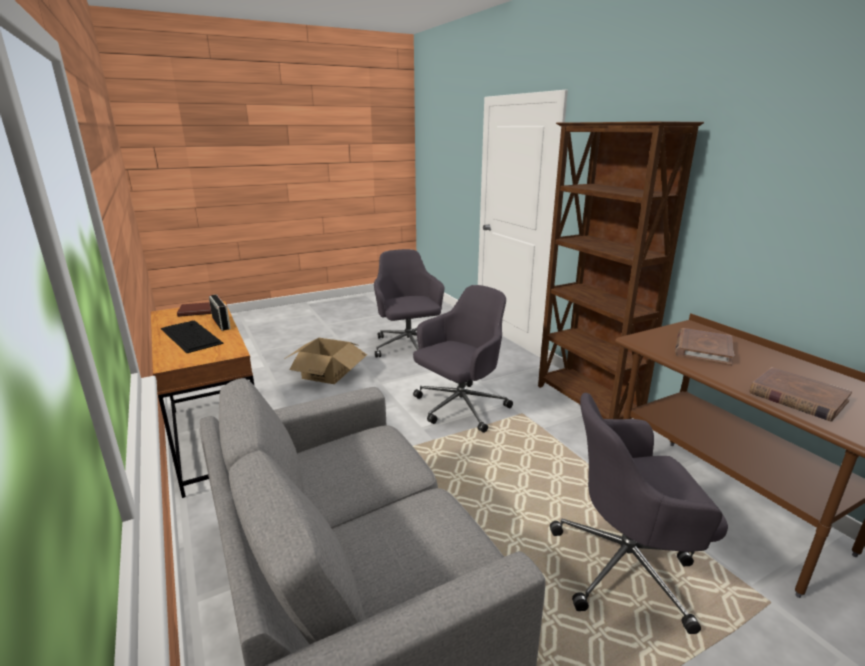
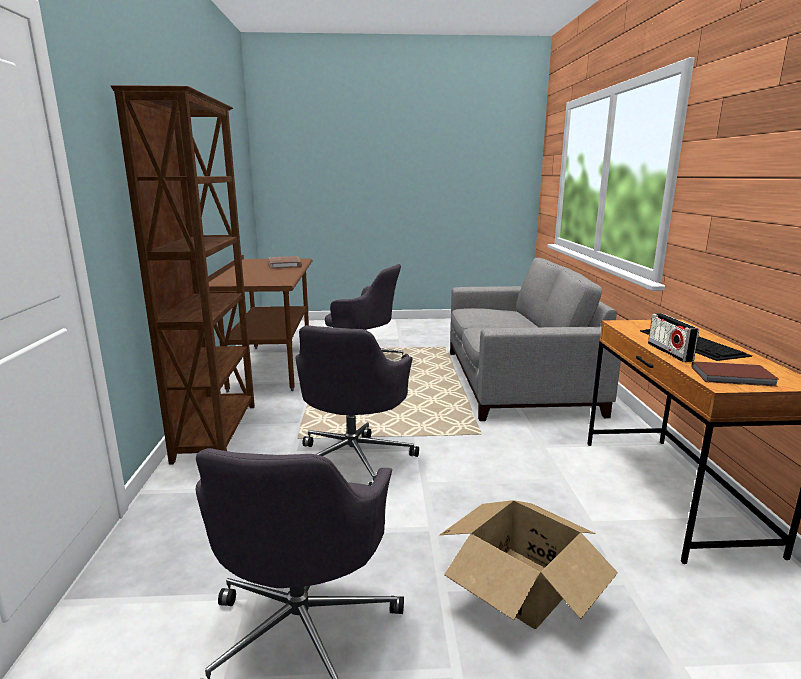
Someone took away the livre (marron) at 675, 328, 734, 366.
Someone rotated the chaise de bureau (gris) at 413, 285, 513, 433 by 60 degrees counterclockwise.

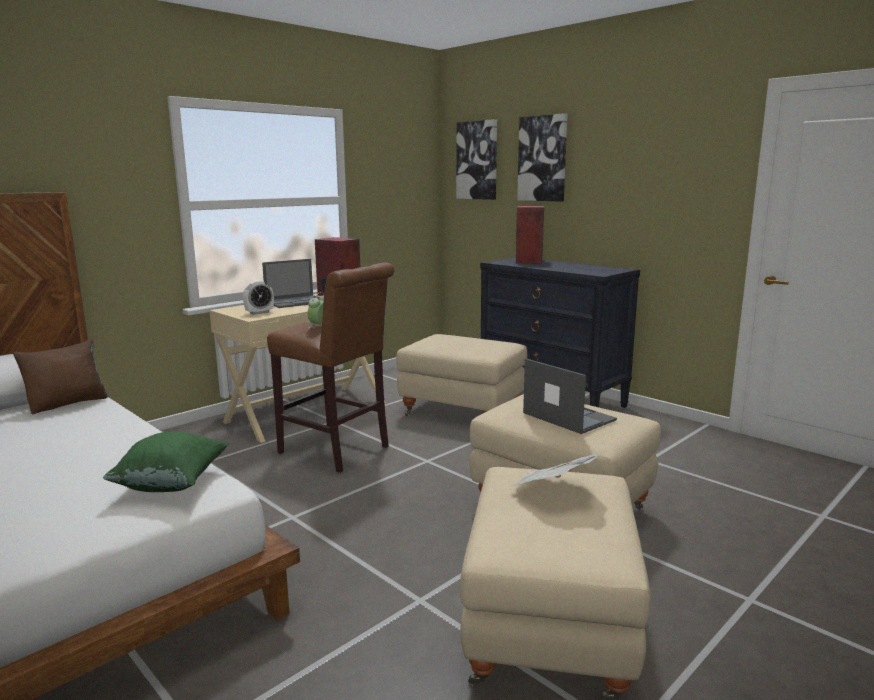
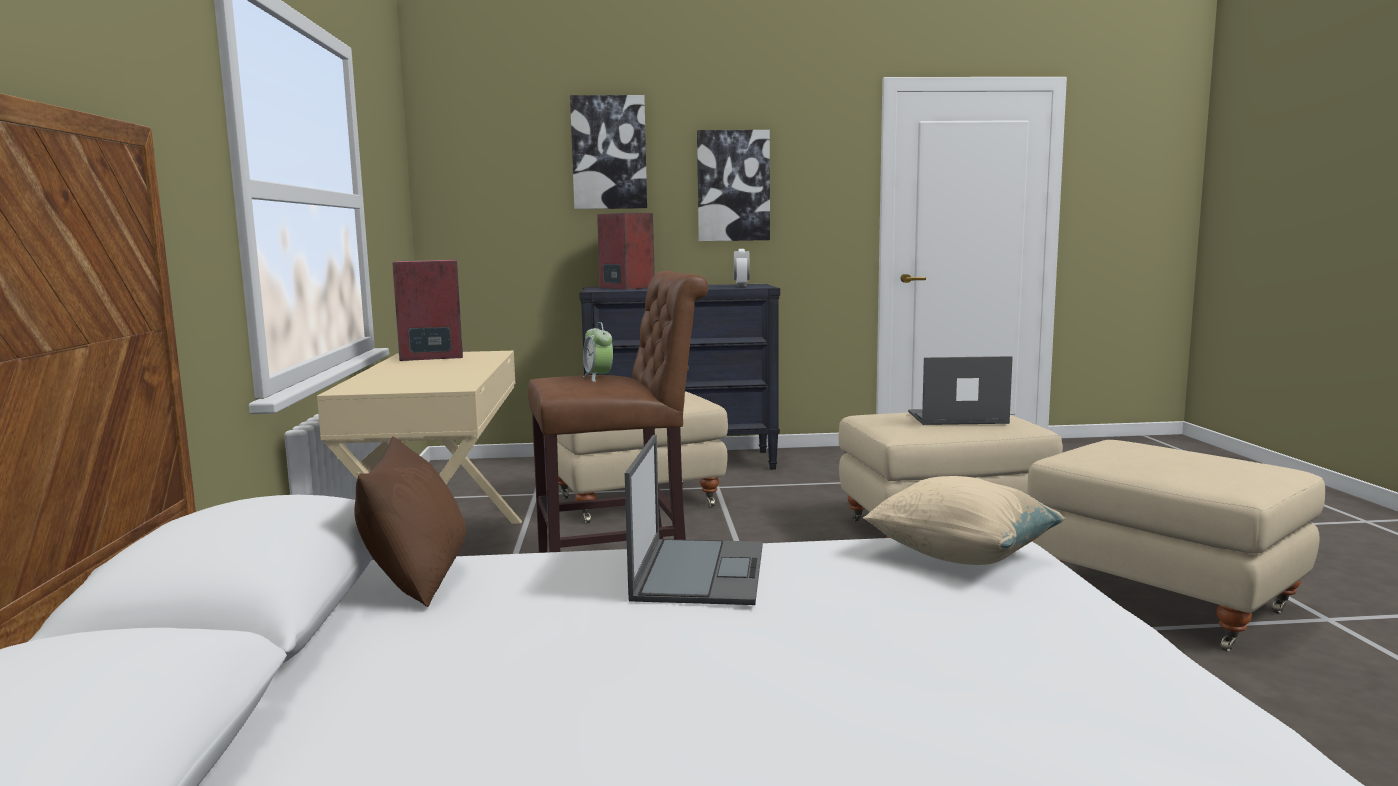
Someone took away the journal at 510, 453, 597, 487.
Someone carried the réveil from 243, 281, 274, 315 to 733, 249, 750, 287.
Someone carried the ordinateur portable from 262, 259, 319, 308 to 625, 435, 763, 605.
Someone carried the tableau from 456, 119, 497, 200 to 697, 130, 770, 241.
Someone repainted the coussin (vert) at 103, 431, 229, 492, which became the coussin (beige) at 863, 476, 1066, 565.

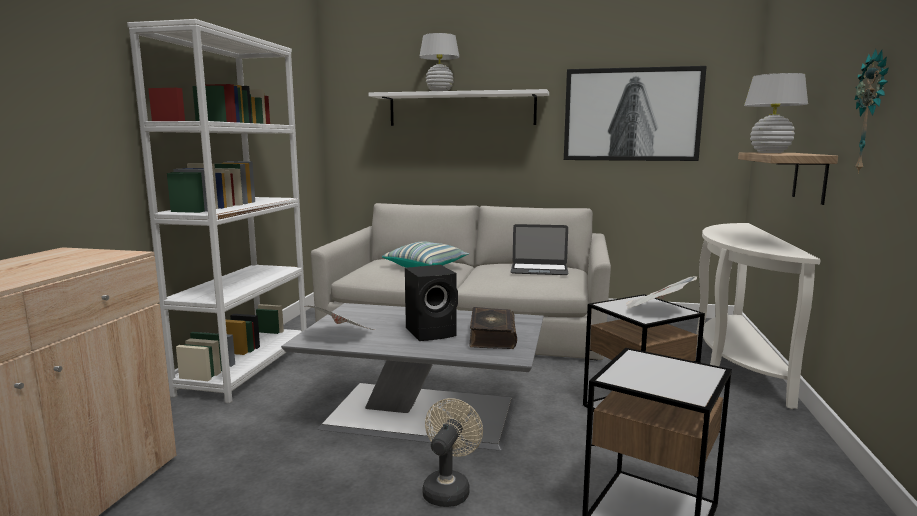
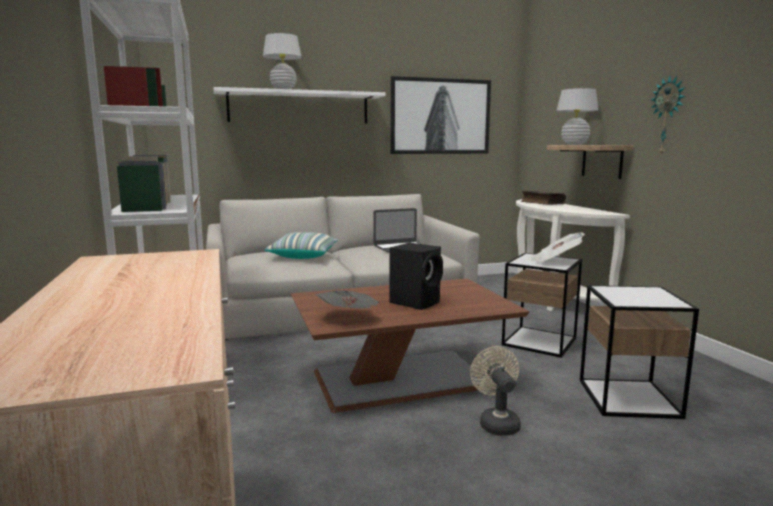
Someone carried the livre from 469, 307, 517, 349 to 521, 191, 566, 205.
Someone repainted the table basse (gris) at 281, 303, 544, 451, which became the table basse (marron) at 291, 279, 529, 413.

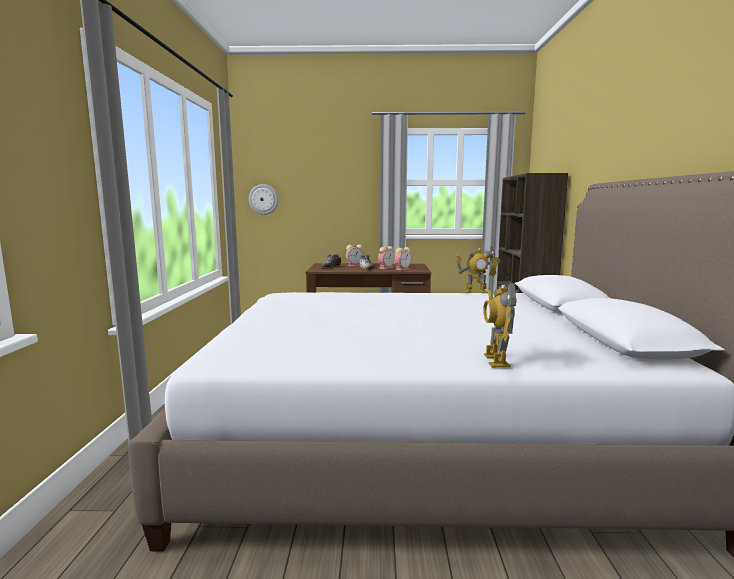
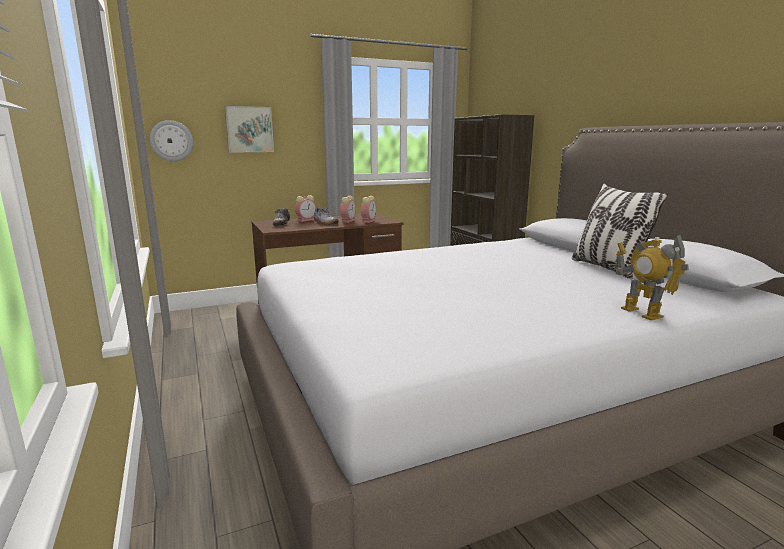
Someone took away the robot jouet at 456, 245, 500, 293.
Someone put up the tableau at 225, 106, 274, 153.
Someone put down the coussin at 572, 183, 668, 279.

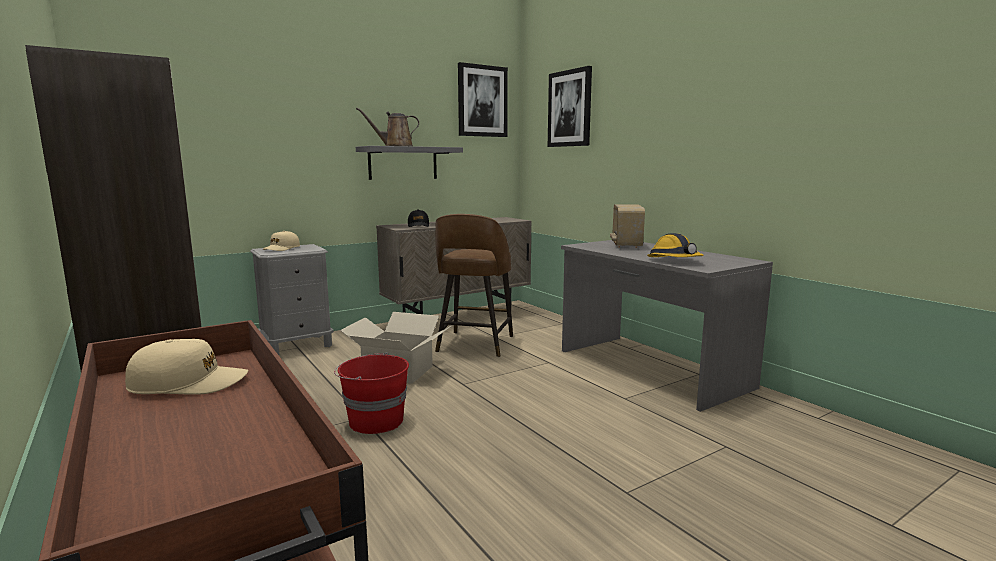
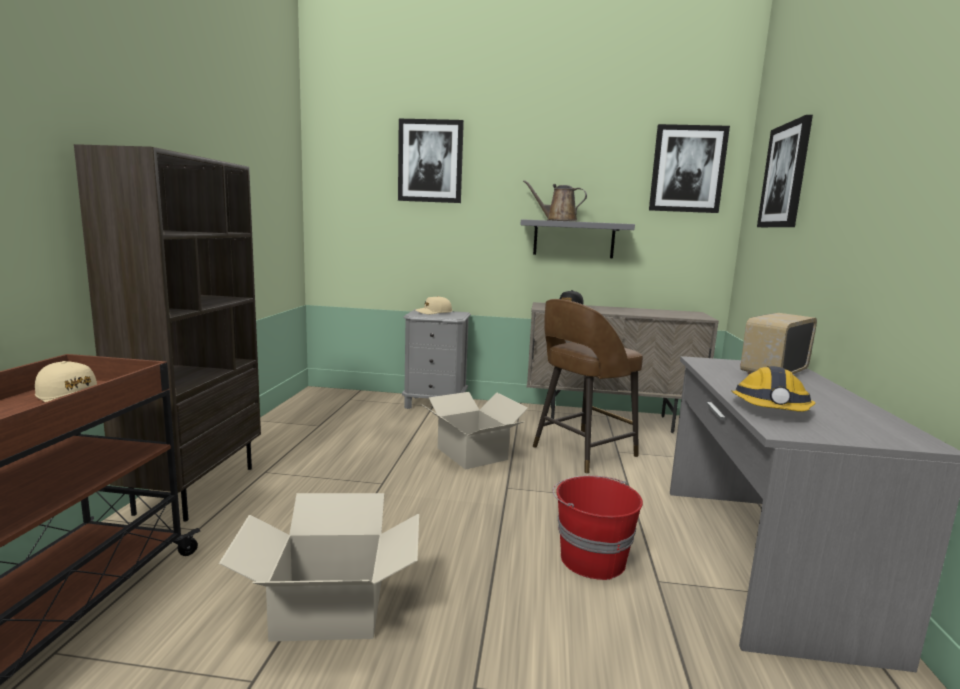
Someone put down the carton at 219, 493, 419, 642.
Someone put up the tableau at 398, 119, 464, 203.
Someone carried the seau (rouge) from 334, 352, 409, 434 to 553, 476, 643, 580.

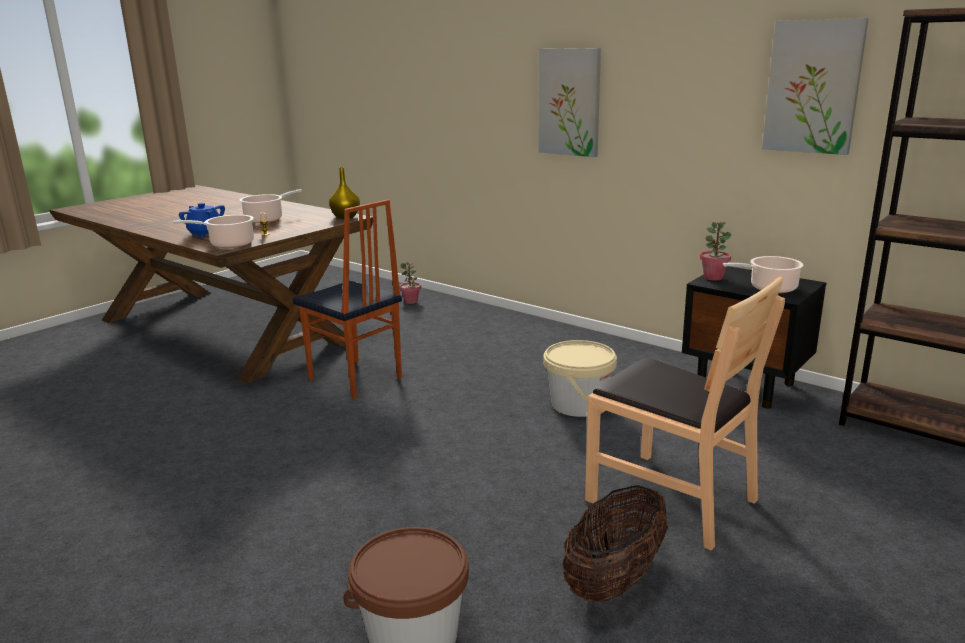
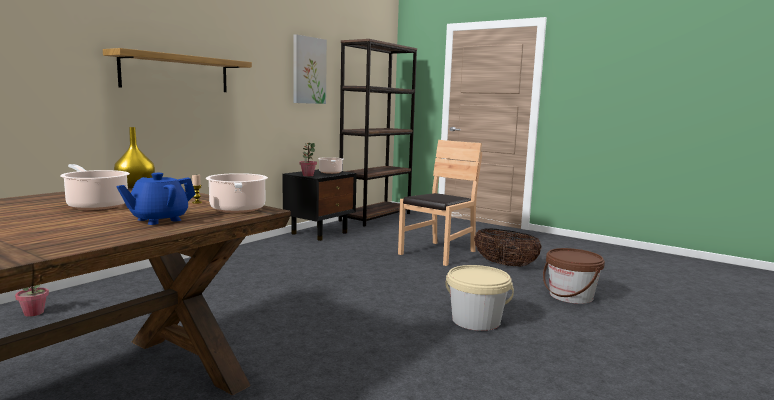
Someone took away the chaise at 293, 200, 402, 399.
Someone carried the seau (beige) from 543, 340, 617, 417 to 445, 265, 514, 331.
Someone swapped the tableau at 538, 48, 601, 157 for the étagère at 103, 48, 252, 92.

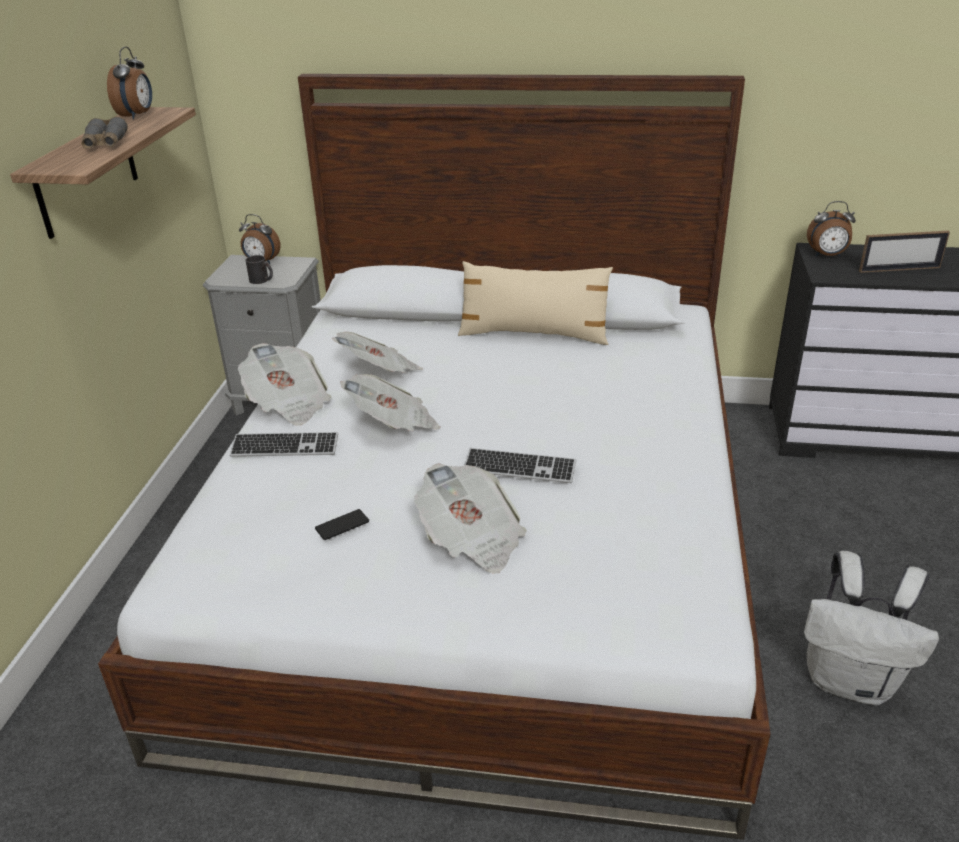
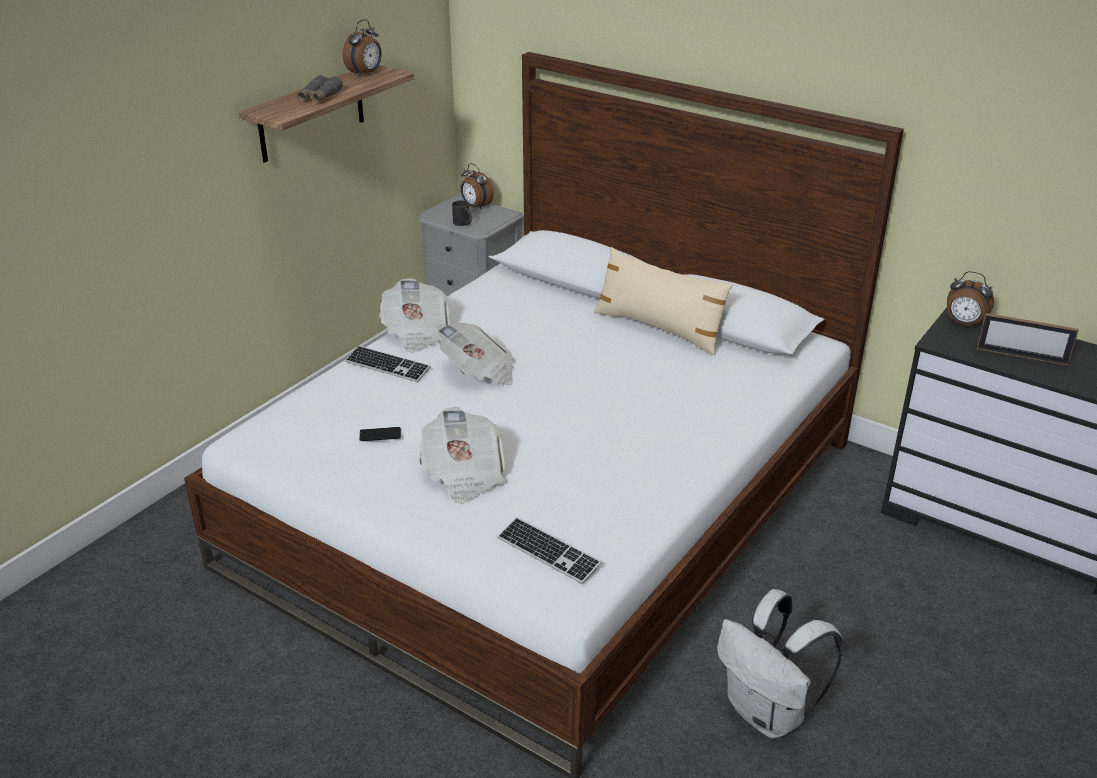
Someone took away the journal at 331, 332, 423, 373.
Someone carried the clavier from 465, 448, 576, 483 to 497, 517, 602, 584.

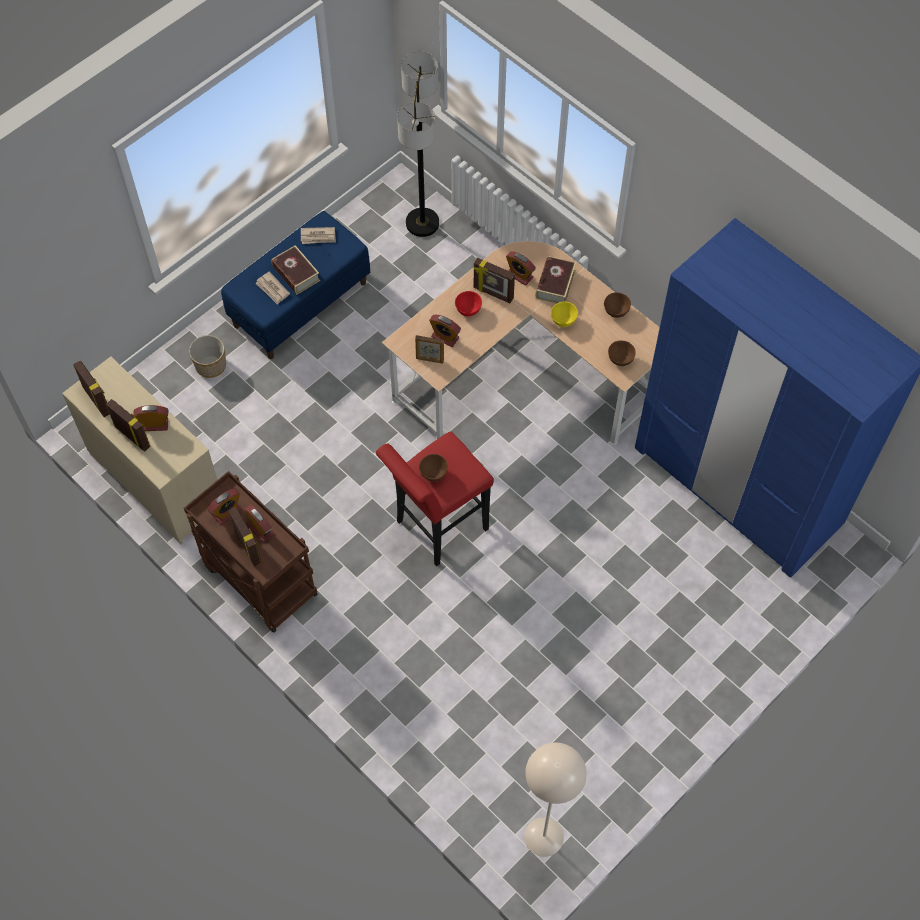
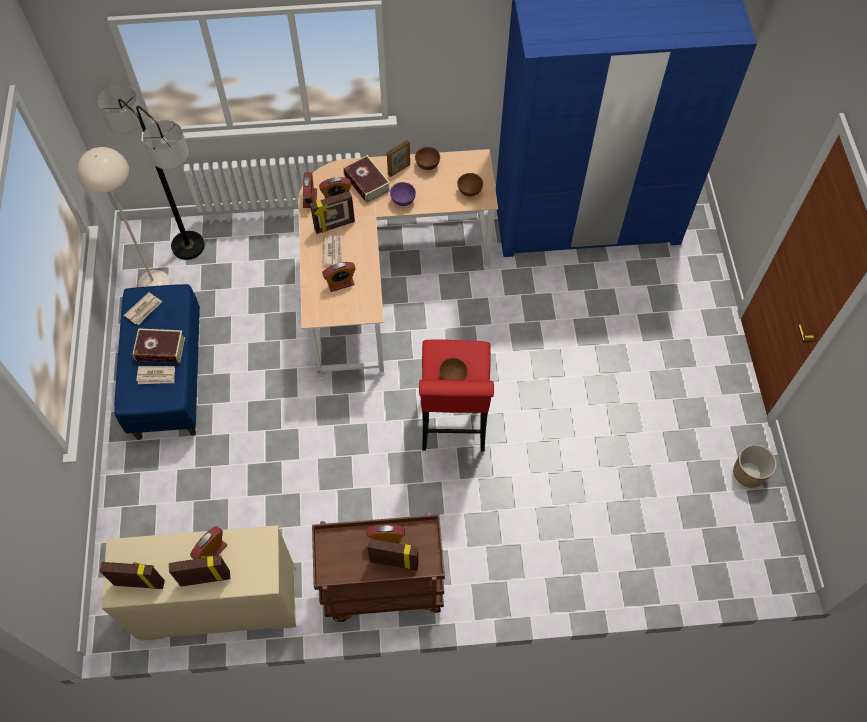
Someone carried the cache-pot from 189, 335, 226, 378 to 733, 444, 777, 488.
Someone carried the réveil from 207, 488, 242, 525 to 303, 172, 317, 208.
Someone carried the cadre photo from 415, 335, 444, 363 to 387, 140, 410, 177.
Someone carried the lampadaire (beige) from 524, 743, 587, 857 to 77, 147, 170, 287.
Someone swapped the bol (rouge) at 455, 291, 482, 316 for the journal at 322, 235, 342, 266.
Someone repainted the bol (jaune) at 551, 301, 578, 327, which became the bol (violet) at 390, 182, 416, 206.

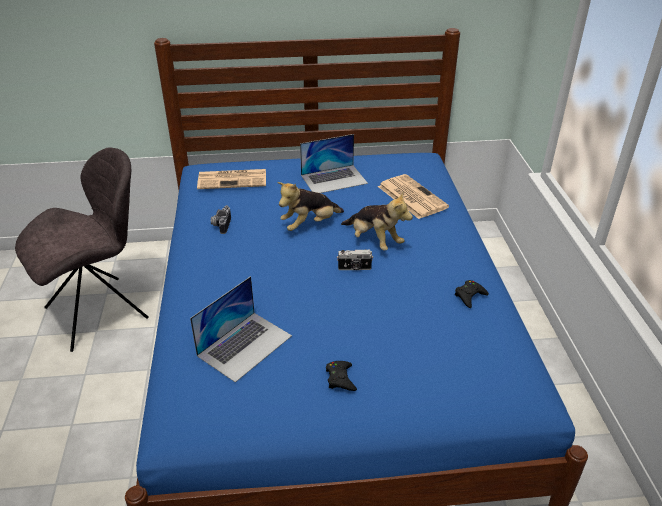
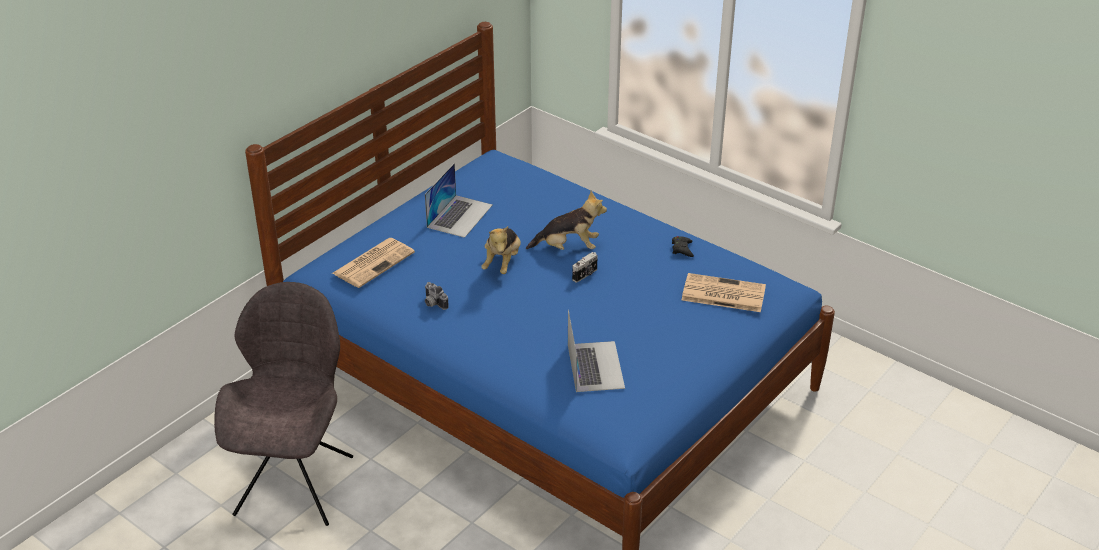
Someone took away the manette (noir) at 326, 361, 357, 391.
Someone carried the journal from 378, 174, 449, 219 to 682, 273, 766, 312.

